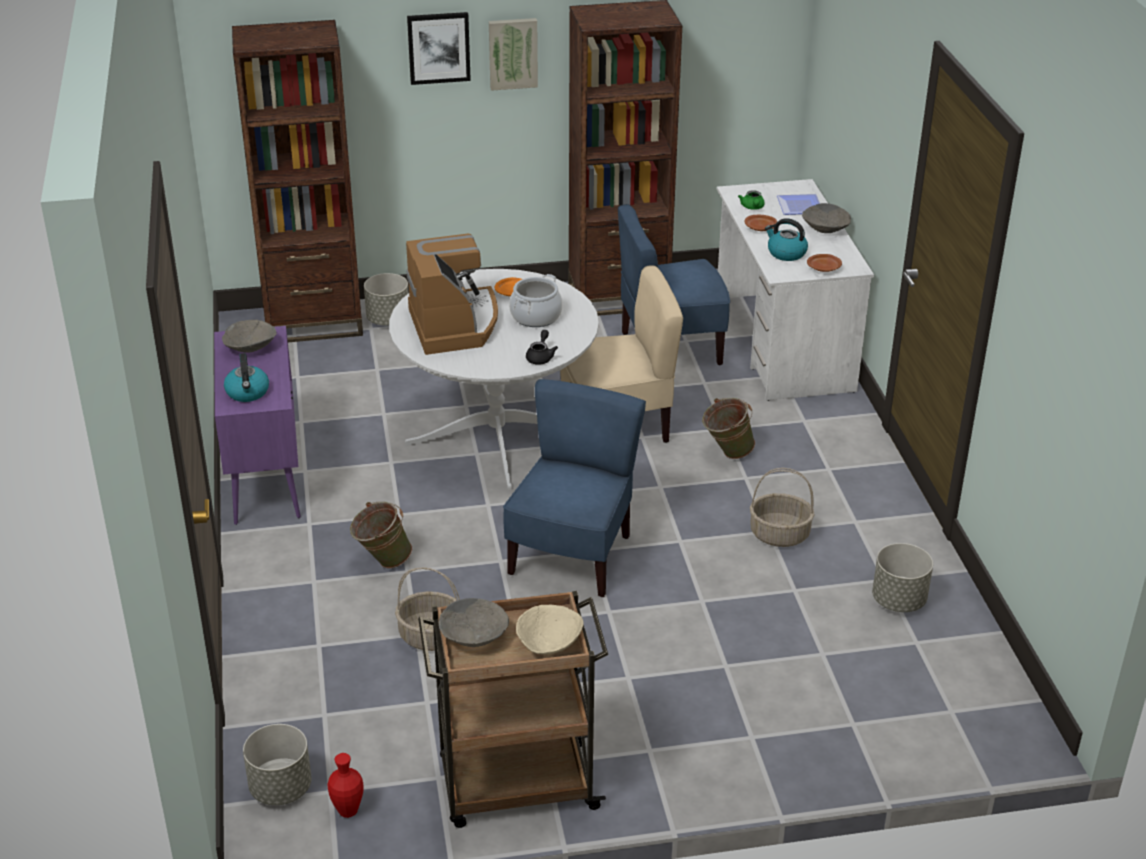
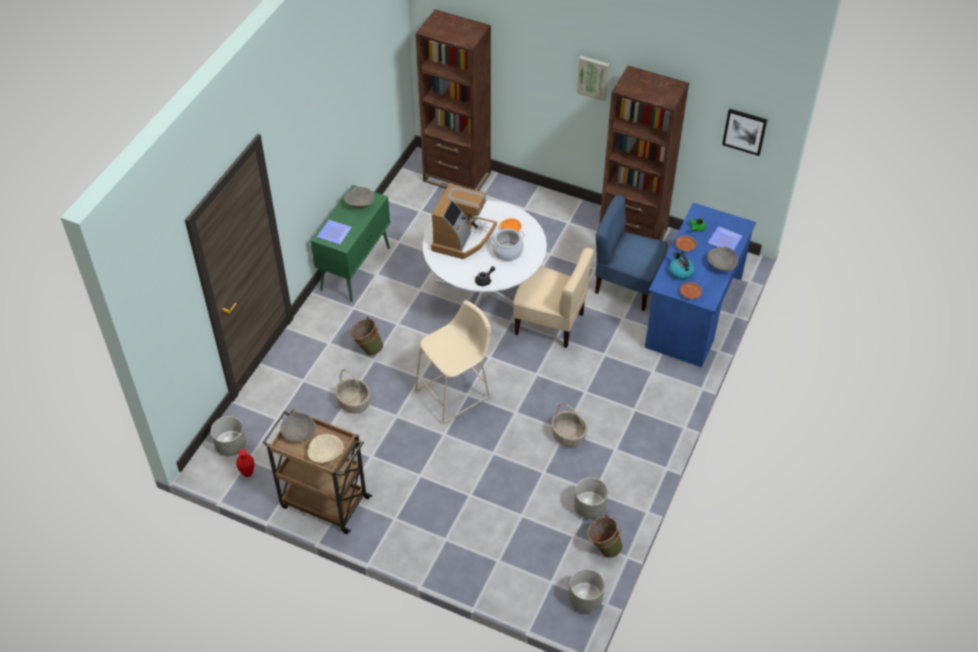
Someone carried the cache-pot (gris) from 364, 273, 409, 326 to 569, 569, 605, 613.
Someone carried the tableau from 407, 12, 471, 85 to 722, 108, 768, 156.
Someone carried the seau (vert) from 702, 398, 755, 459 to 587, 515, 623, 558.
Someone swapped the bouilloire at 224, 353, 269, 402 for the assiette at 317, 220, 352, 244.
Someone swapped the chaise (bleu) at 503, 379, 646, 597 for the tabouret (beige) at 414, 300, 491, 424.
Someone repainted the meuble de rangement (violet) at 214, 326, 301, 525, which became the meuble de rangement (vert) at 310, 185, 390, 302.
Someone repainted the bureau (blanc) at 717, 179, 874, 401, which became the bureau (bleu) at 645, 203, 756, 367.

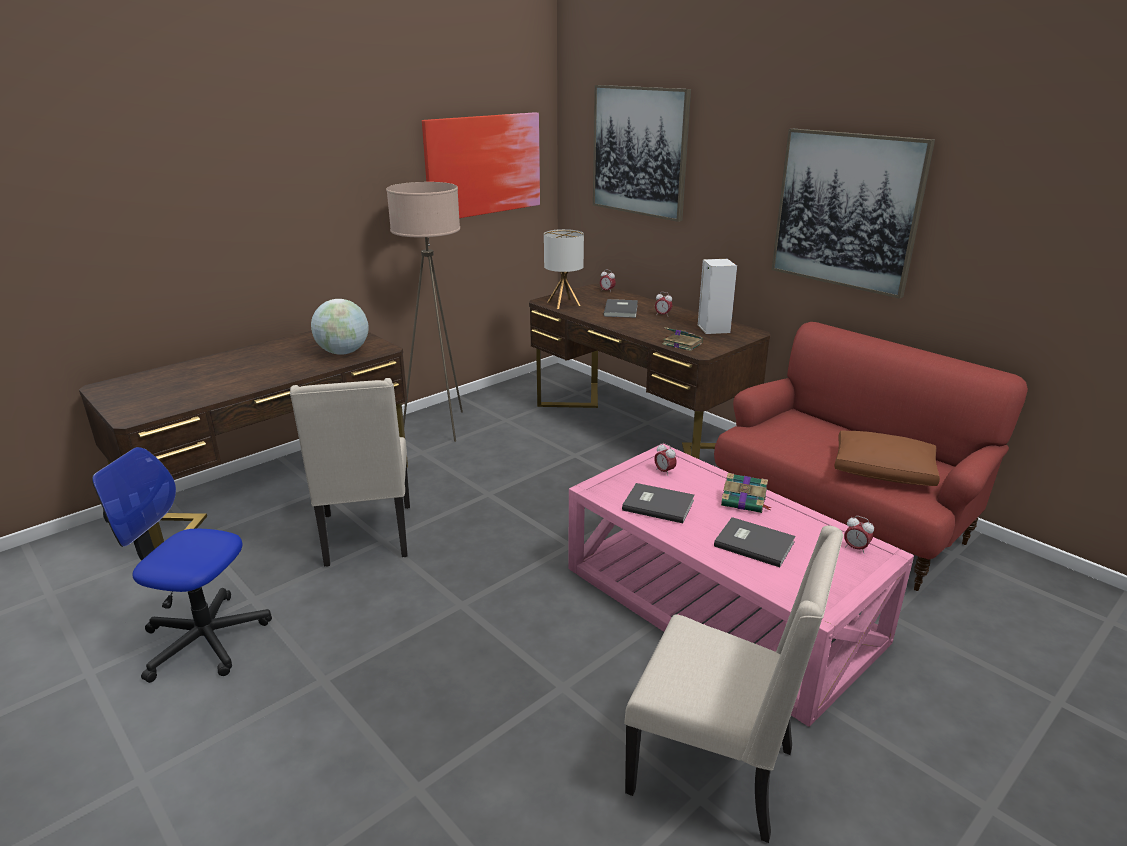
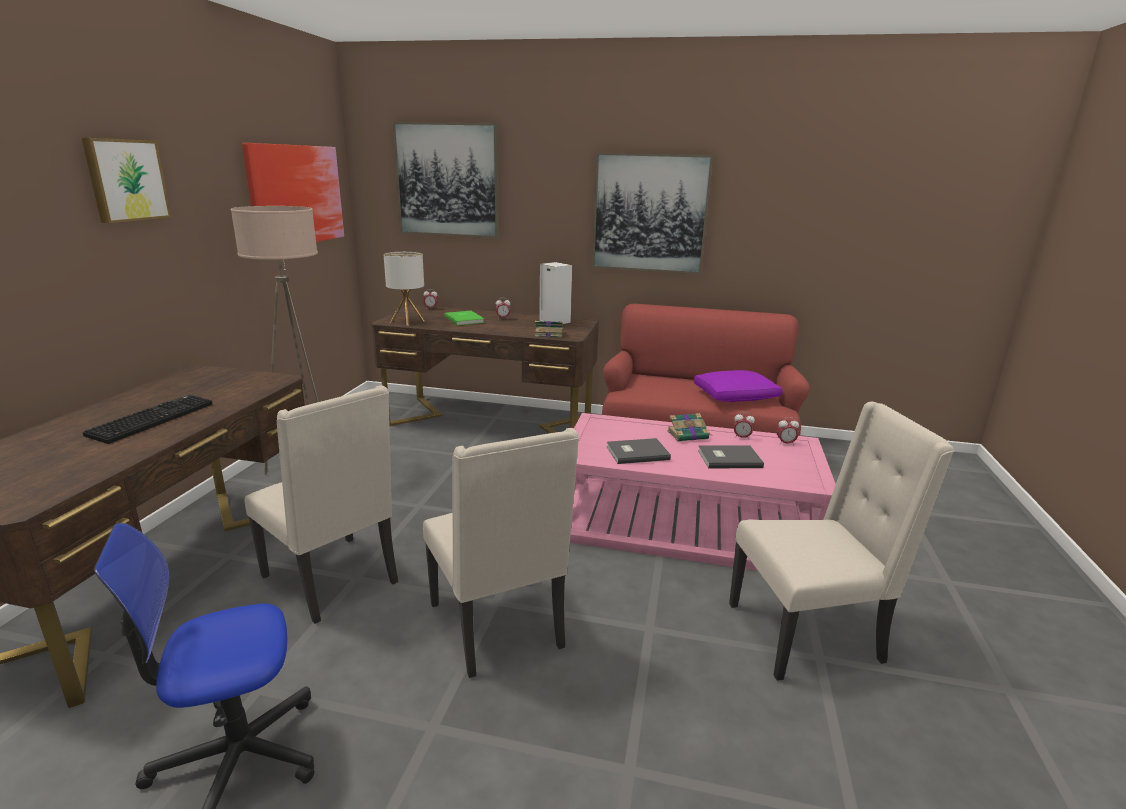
Someone took away the globe at 311, 299, 369, 355.
Someone put up the tableau at 82, 138, 171, 223.
Someone put down the clavier at 83, 395, 212, 444.
Someone put down the chaise (beige) at 423, 428, 579, 678.
Someone carried the réveil from 654, 443, 677, 476 to 734, 412, 755, 439.
Someone repainted the livre (gris) at 603, 299, 638, 318, which became the livre (vert) at 445, 311, 485, 325.
Someone repainted the coussin (marron) at 834, 431, 940, 486, which became the coussin (violet) at 694, 370, 783, 402.

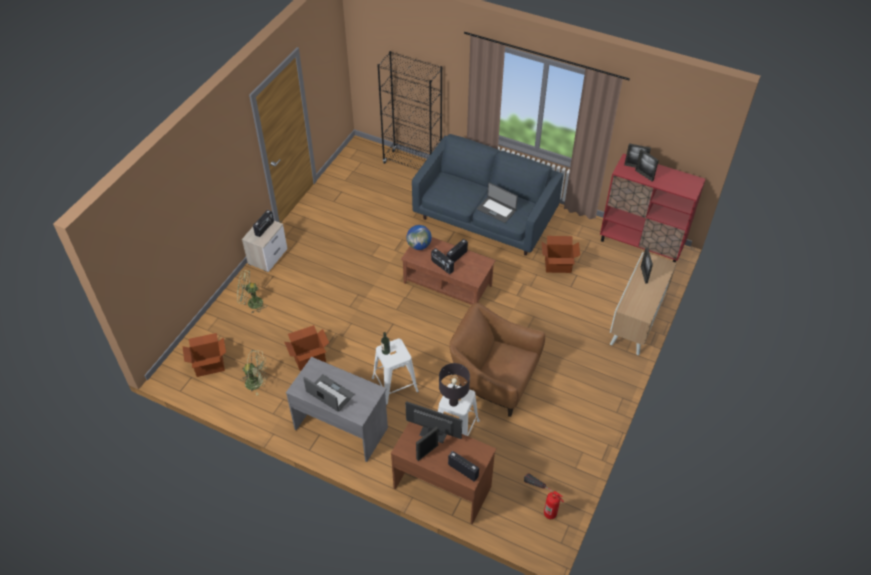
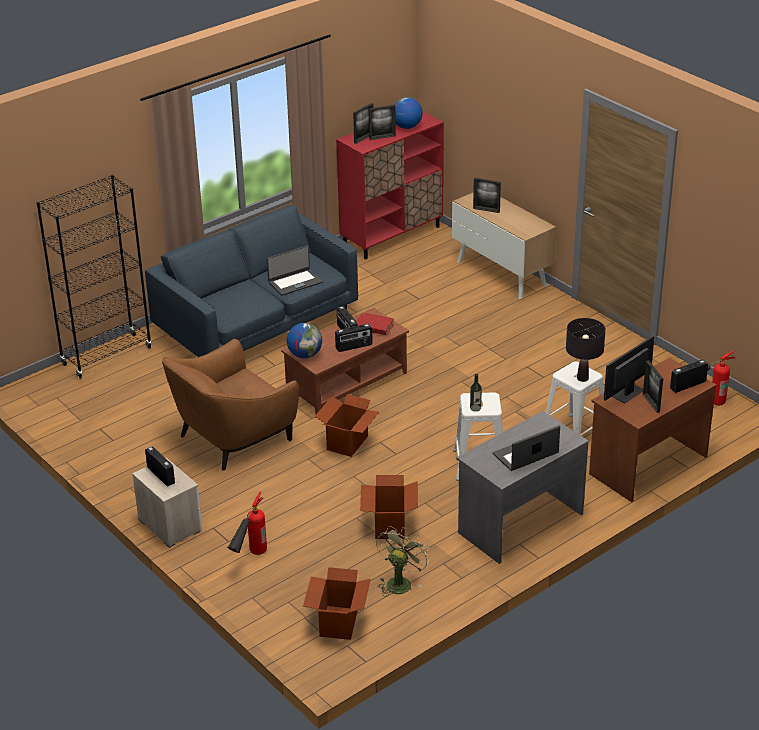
Someone put down the livre (rouge) at 356, 313, 394, 335.
Someone put down the globe at 395, 97, 423, 129.
Someone carried the fauteuil (marron) from 449, 303, 545, 417 to 162, 339, 299, 470.
Someone carried the carton from 542, 236, 580, 273 to 314, 394, 379, 457.
Someone swapped the ventilateur (vert) at 237, 270, 265, 313 for the extincteur at 227, 491, 267, 555.

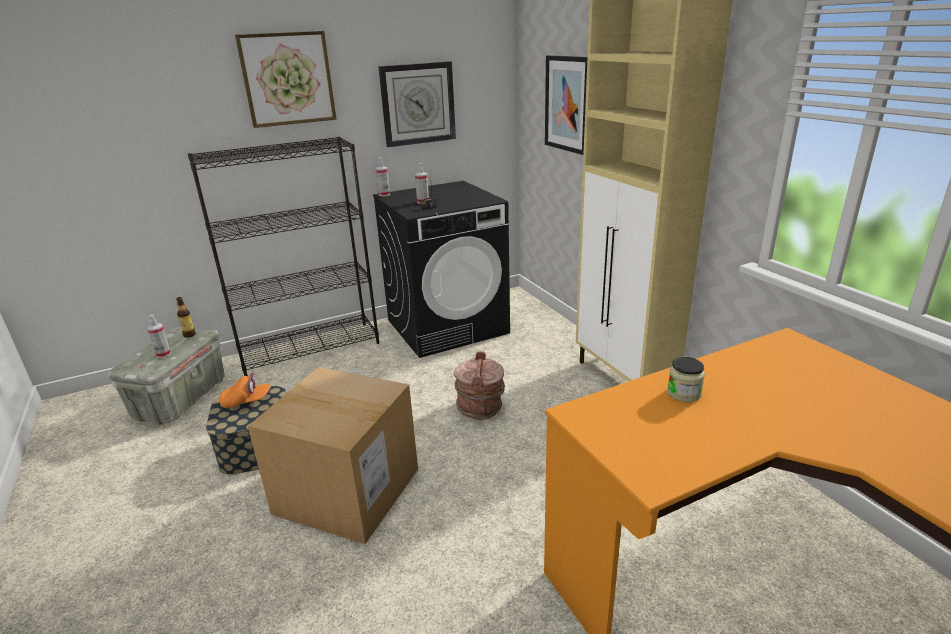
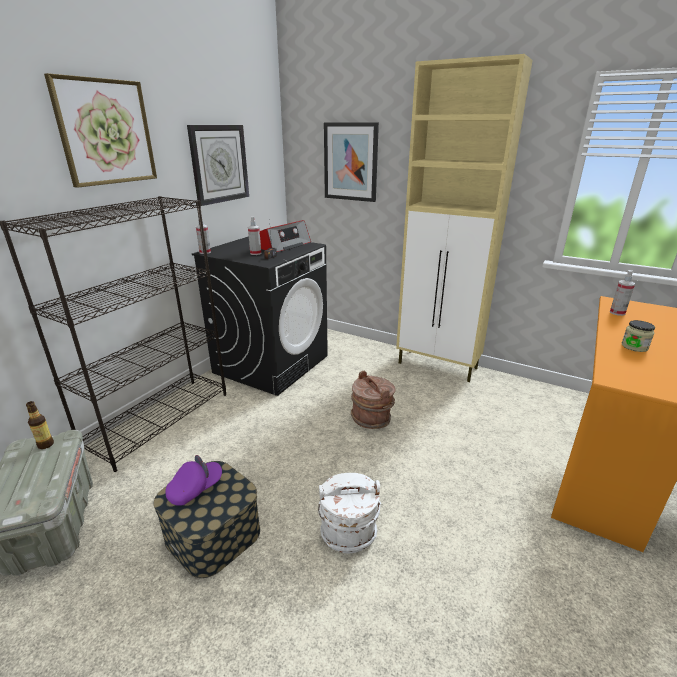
Someone put down the radio at 260, 220, 311, 252.
Someone carried the vaporisateur from 147, 315, 171, 358 to 610, 270, 635, 316.
Someone swapped the carton at 248, 367, 418, 544 for the seau (blanc) at 318, 473, 381, 553.
Someone repainted the casquette (orange) at 219, 372, 270, 409, which became the casquette (violet) at 165, 455, 222, 506.

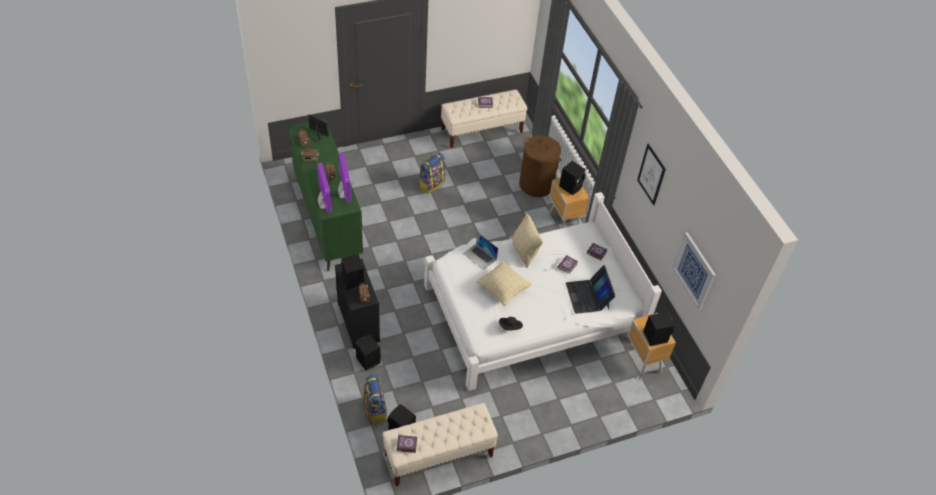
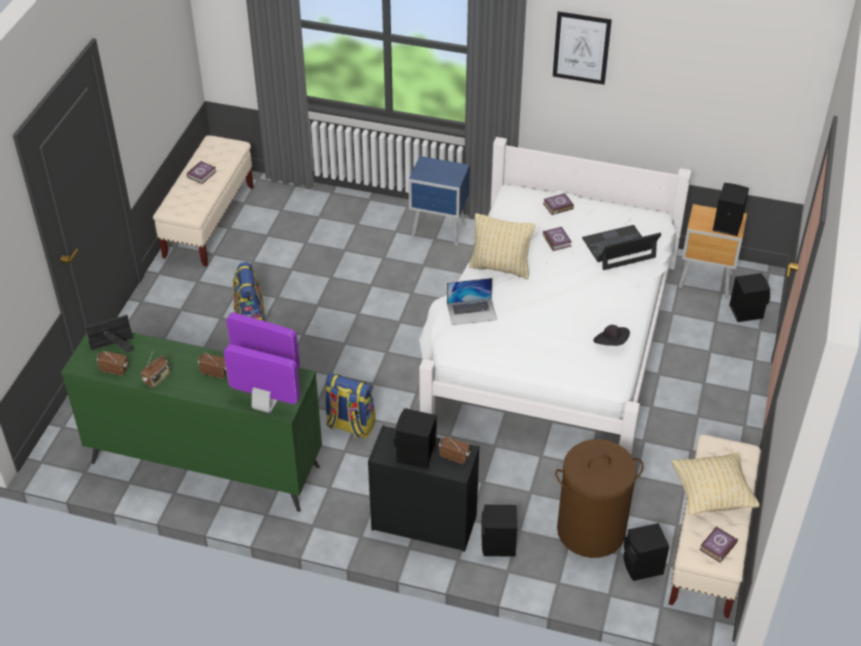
Someone took away the tableau at 672, 232, 716, 310.
Someone carried the sac à dos from 362, 374, 387, 424 to 324, 373, 375, 438.
Someone carried the coussin (beige) from 476, 261, 532, 306 to 671, 452, 760, 515.
Someone carried the panier à linge (marron) from 519, 135, 562, 197 to 555, 439, 644, 558.
Someone carried the enceinte (noir) from 559, 161, 586, 195 to 729, 273, 770, 322.
Someone repainted the table de chevet (marron) at 548, 178, 590, 228, which became the table de chevet (bleu) at 408, 156, 470, 246.
Someone rotated the ordinateur portable at 566, 265, 615, 314 by 135 degrees clockwise.

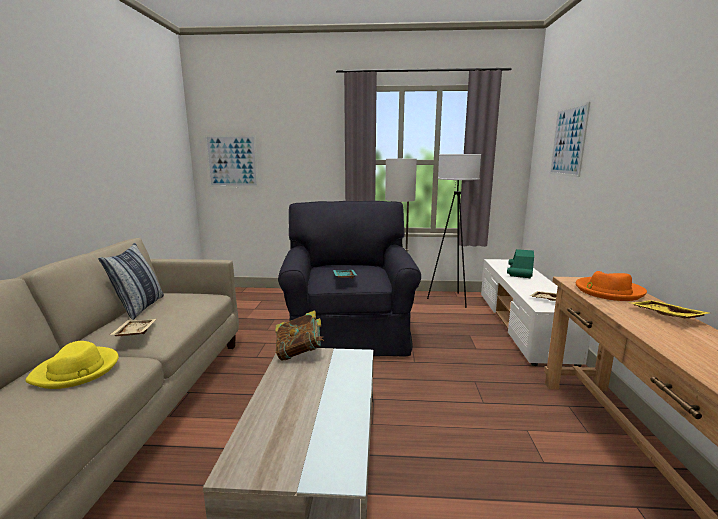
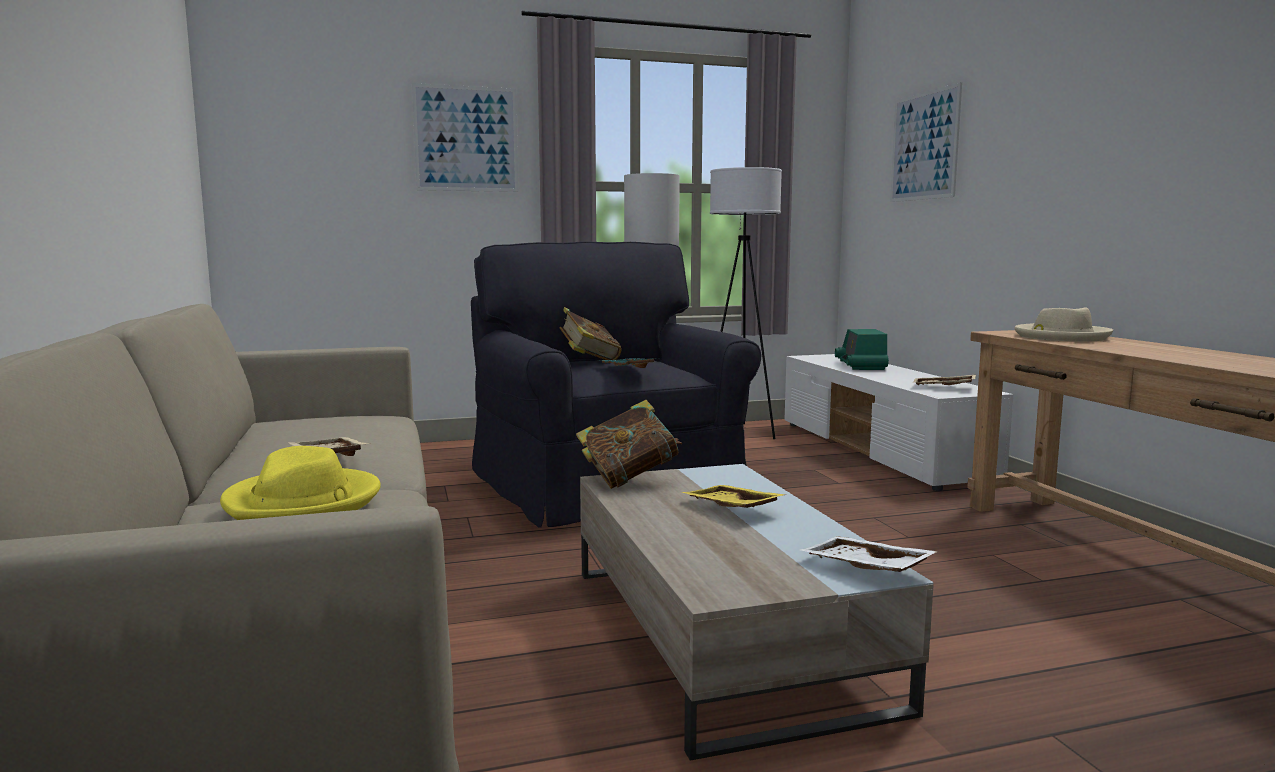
Someone took away the coussin at 98, 243, 164, 320.
Someone put down the livre at 560, 307, 622, 360.
Someone put down the plateau (blanc) at 800, 536, 938, 572.
Someone carried the tableau from 205, 135, 259, 187 to 412, 83, 518, 192.
Someone carried the plateau (jaune) from 628, 300, 710, 319 to 681, 485, 786, 508.
Someone repainted the chapeau (orange) at 576, 271, 647, 301, which became the chapeau (beige) at 1014, 307, 1113, 342.

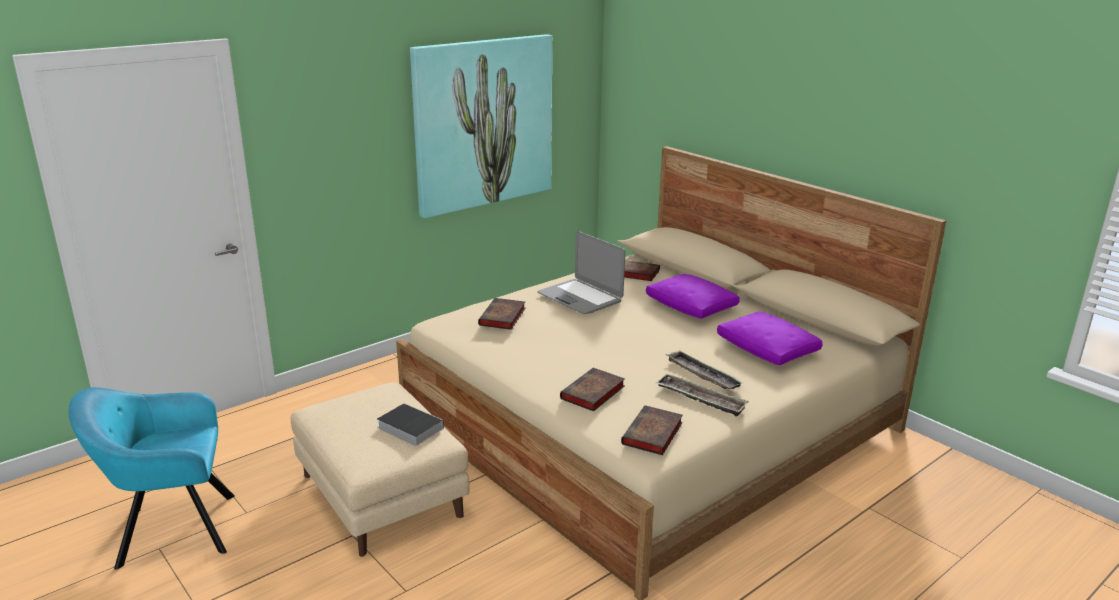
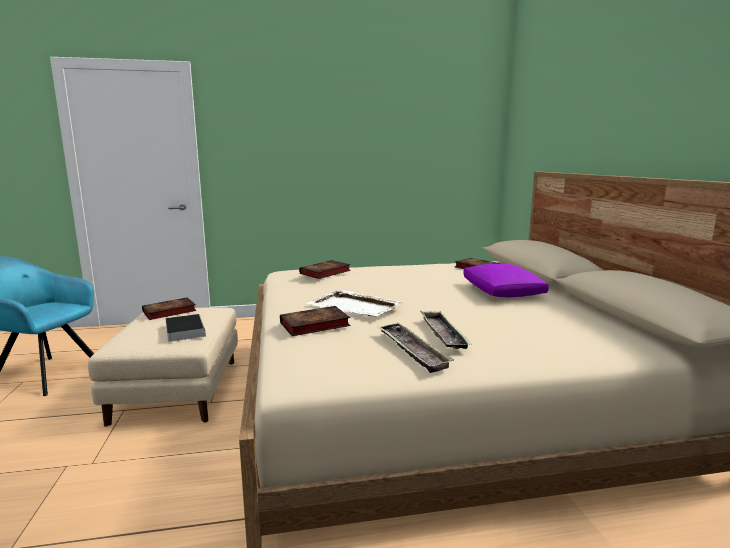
Someone took away the tableau at 410, 34, 552, 218.
Someone took away the ordinateur portable at 538, 231, 625, 314.
Someone took away the coussin (violet) at 717, 311, 823, 365.
Someone put down the plateau (blanc) at 307, 290, 404, 317.
Someone carried the livre from 621, 405, 683, 455 to 142, 297, 196, 320.

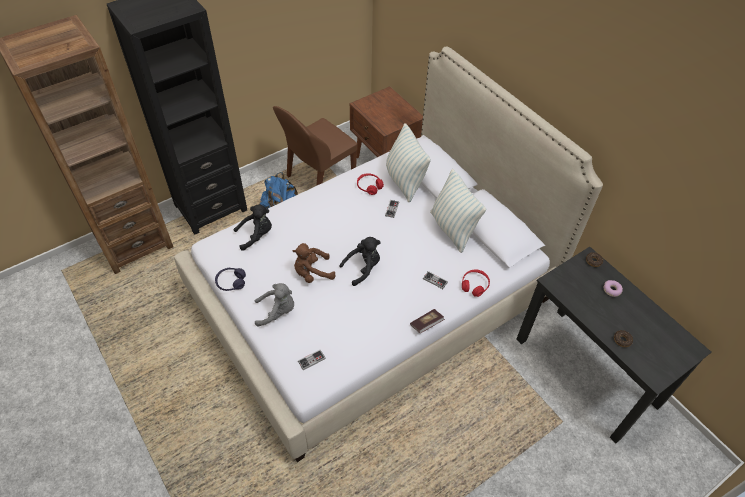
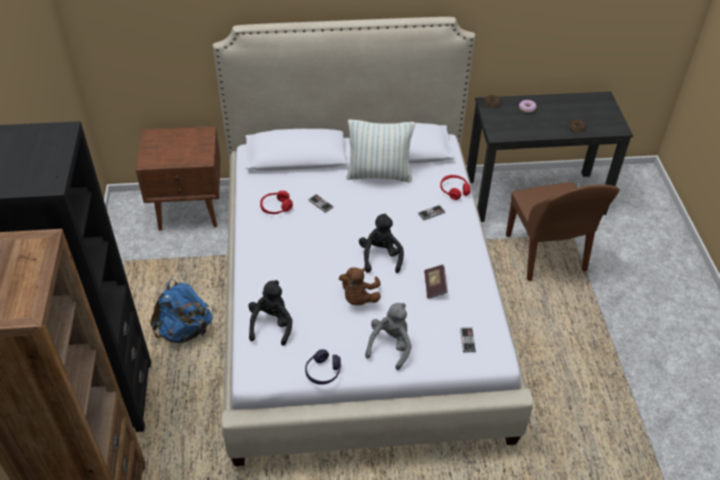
Someone took away the coussin at 386, 123, 431, 202.
Someone carried the chaise (marron) from 273, 106, 357, 186 to 506, 182, 619, 281.
Someone carried the livre from 410, 309, 445, 333 to 424, 265, 448, 299.

